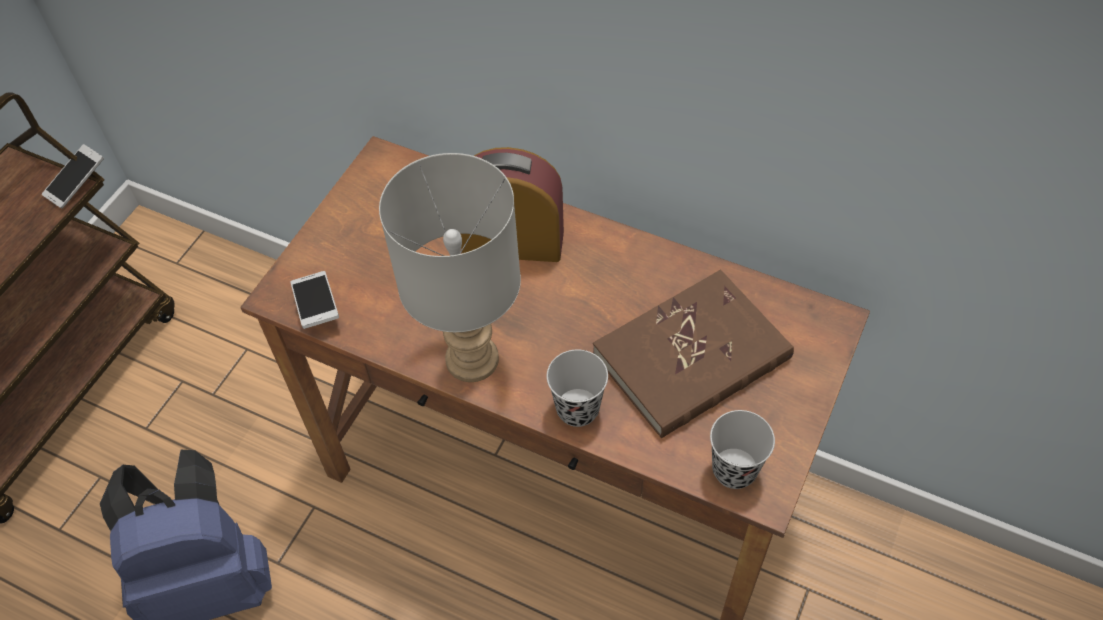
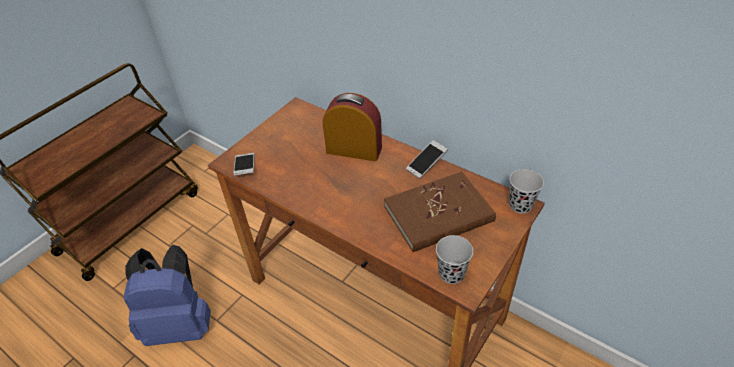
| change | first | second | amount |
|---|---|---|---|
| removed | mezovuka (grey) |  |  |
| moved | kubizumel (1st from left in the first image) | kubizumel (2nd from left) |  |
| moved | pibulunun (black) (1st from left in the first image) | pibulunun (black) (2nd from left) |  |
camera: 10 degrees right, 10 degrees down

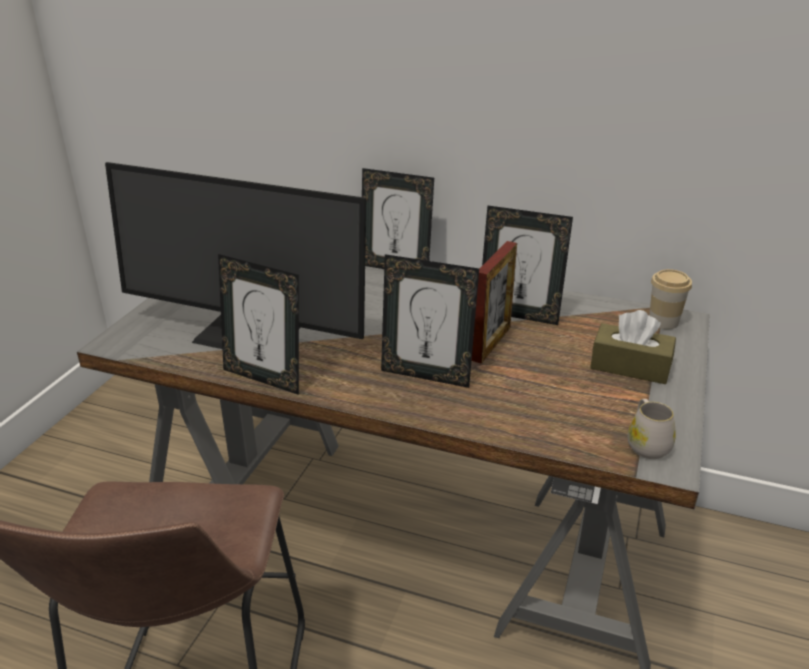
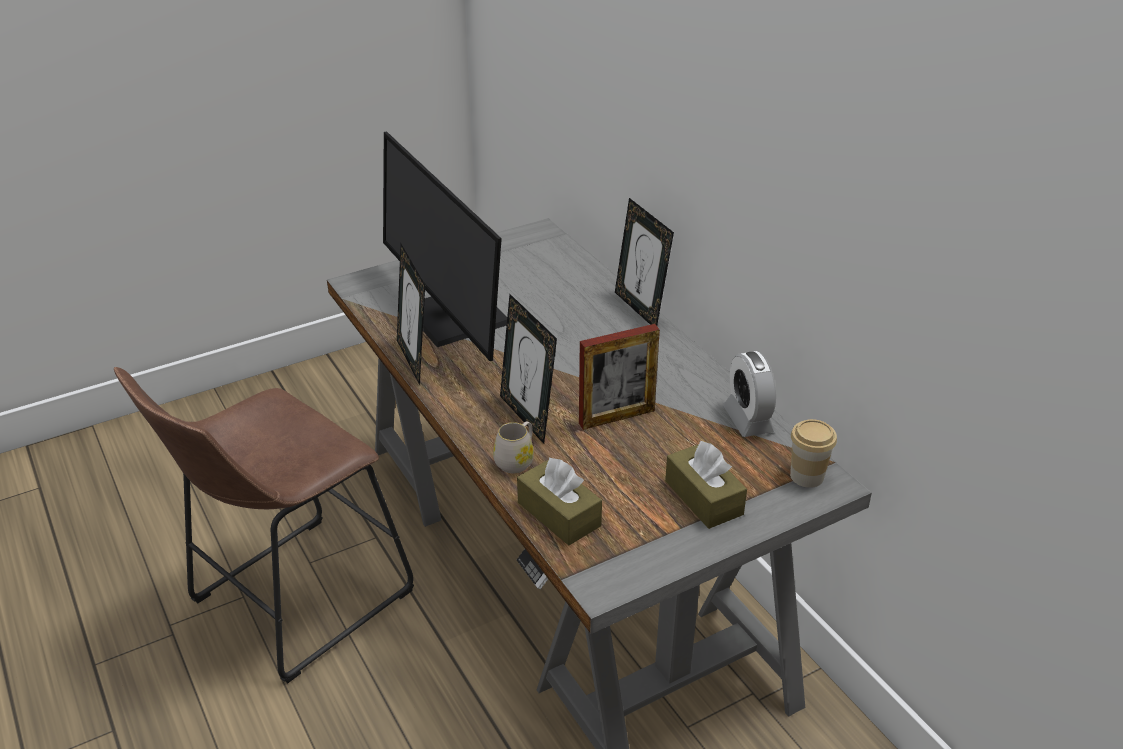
| change | first | second | amount |
|---|---|---|---|
| removed | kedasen (5th from left) |  |  |
| added |  | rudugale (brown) (1st from left) |  |
| added |  | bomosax |  |
| moved | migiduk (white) |  |  |
camera: 40 degrees right, 5 degrees up

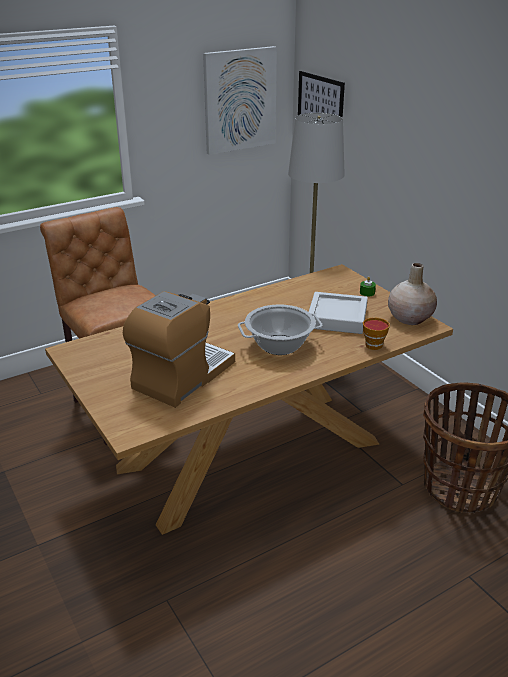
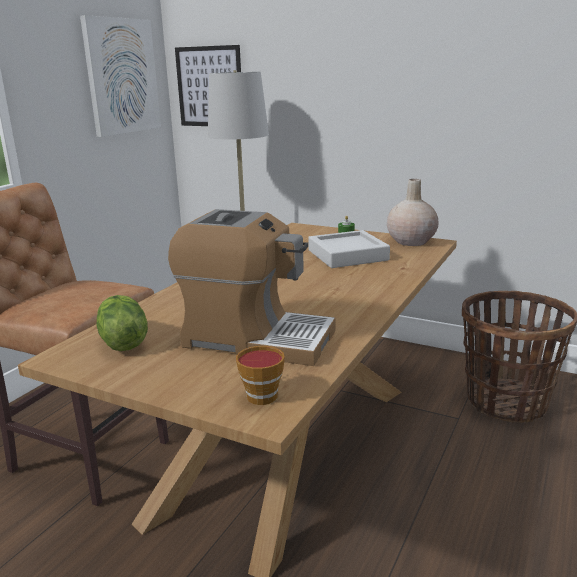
| change | first | second | amount |
|---|---|---|---|
| removed | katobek |  |  |
| added |  | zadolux |  |
| moved | pibulunun |  |  |
| turned | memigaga |  | 105 degrees clockwise |
camera: 30 degrees left, 10 degrees down

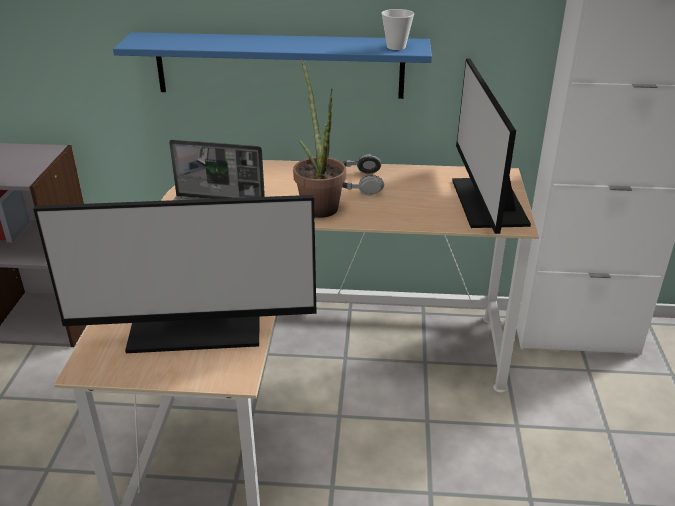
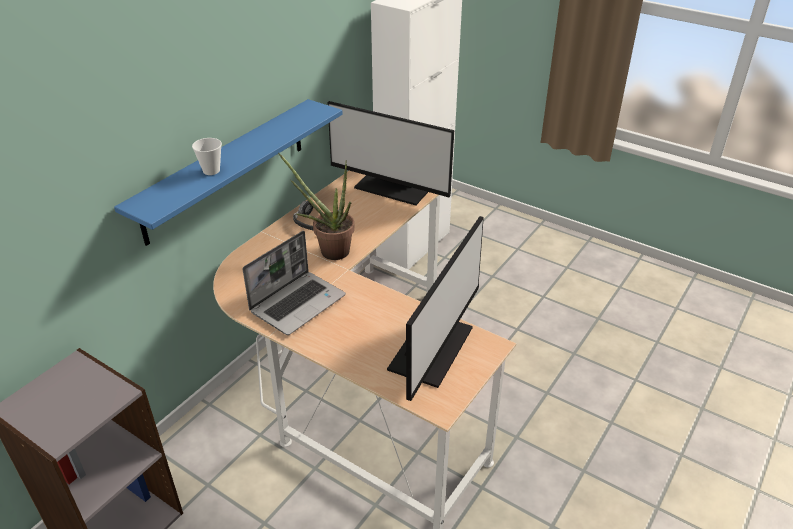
| change | first | second | amount |
|---|---|---|---|
| moved | pibulunun |  |  |
camera: 60 degrees left, 5 degrees up

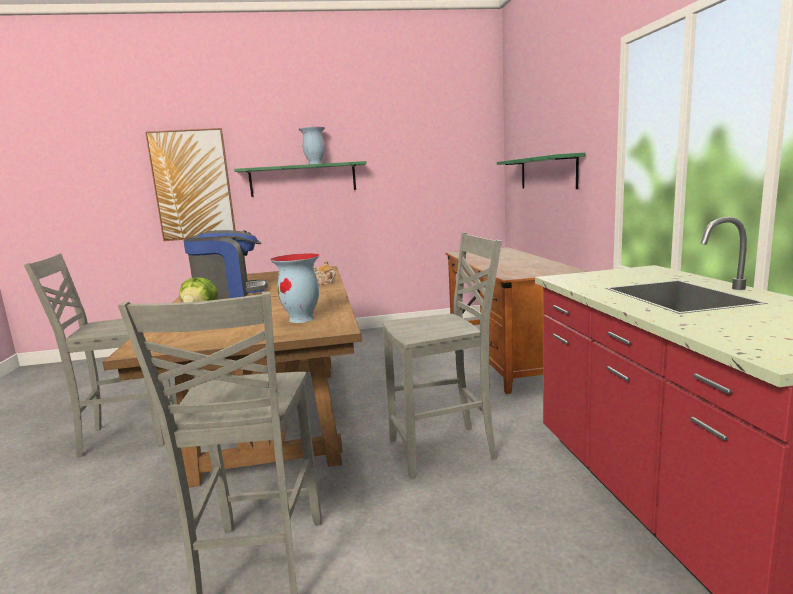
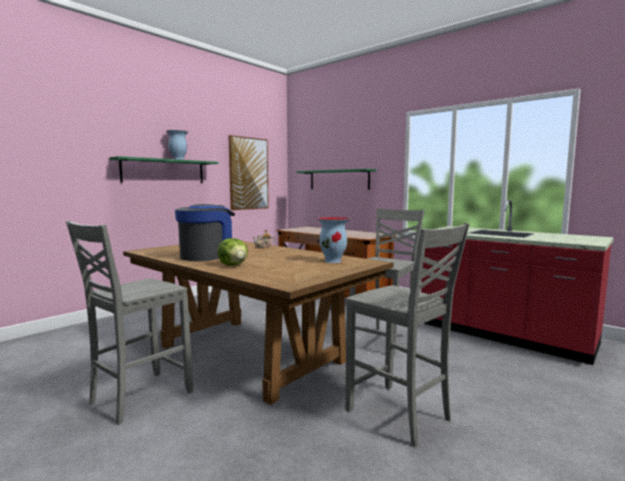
| change | first | second | amount |
|---|---|---|---|
| moved | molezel |  |  |
camera: 40 degrees left, 5 degrees down

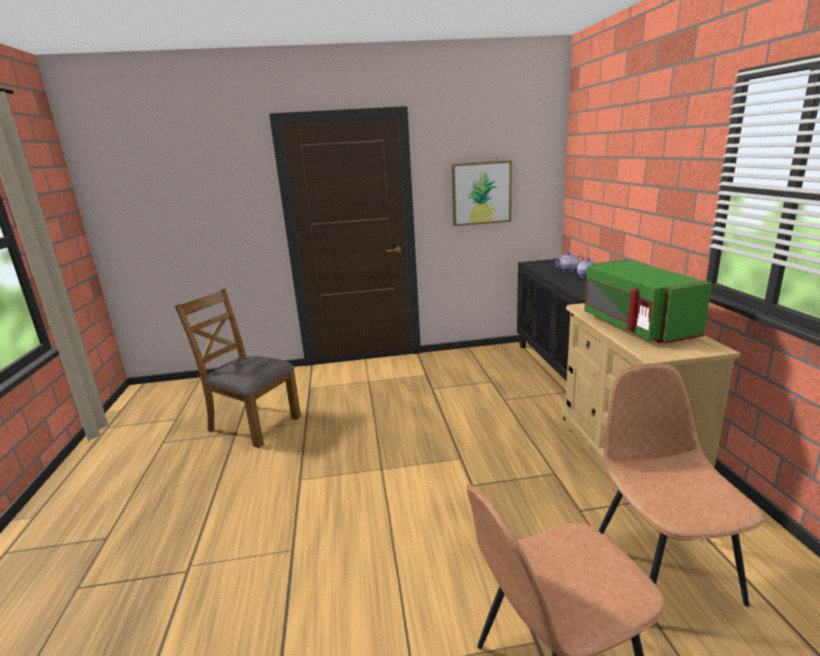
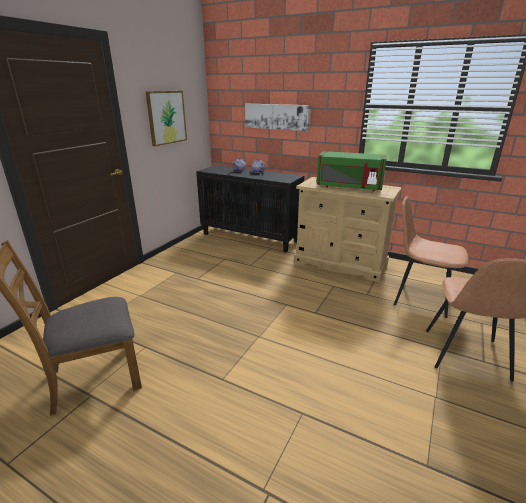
| change | first | second | amount |
|---|---|---|---|
| added |  | molezel (2nd from left) |  |
camera: 55 degrees left, 5 degrees up

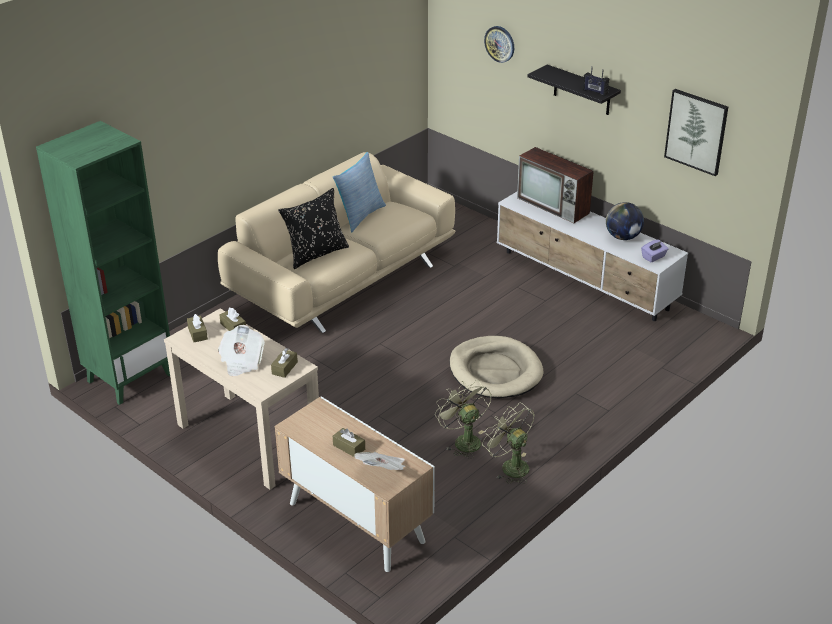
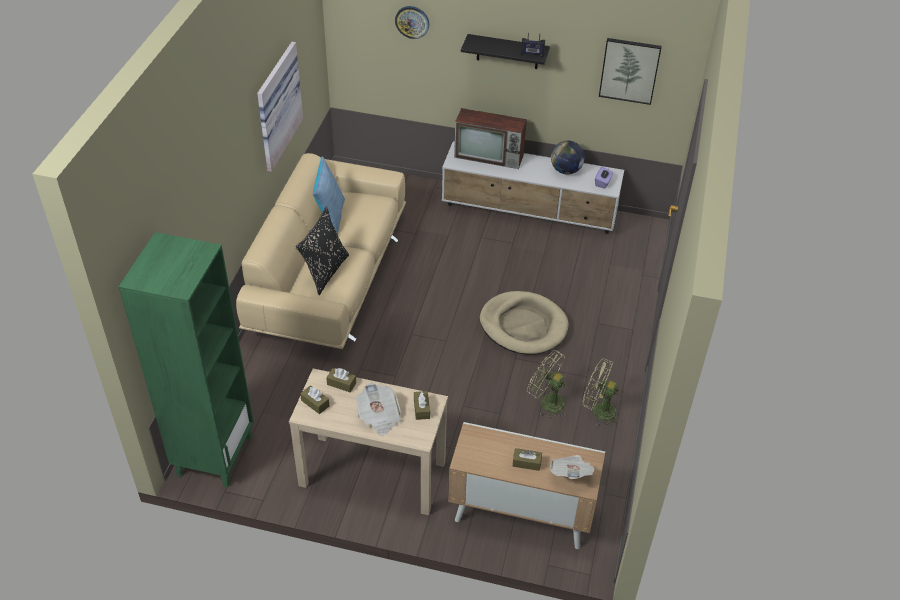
| change | first | second | amount |
|---|---|---|---|
| added |  | molezel (1st from left) |  |
camera: 30 degrees left, 10 degrees up

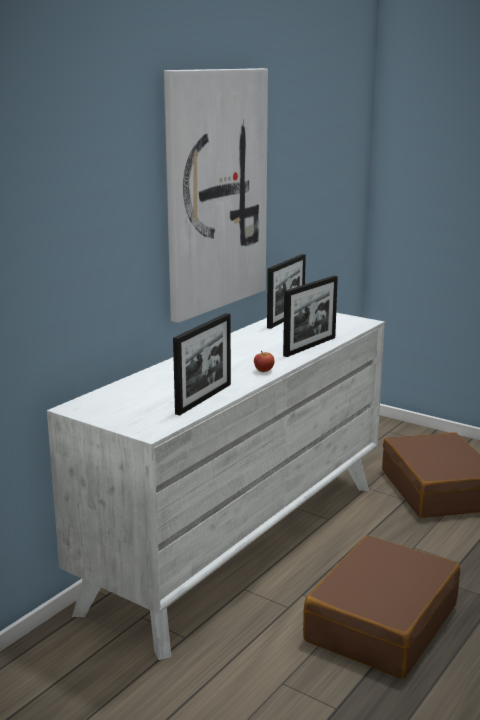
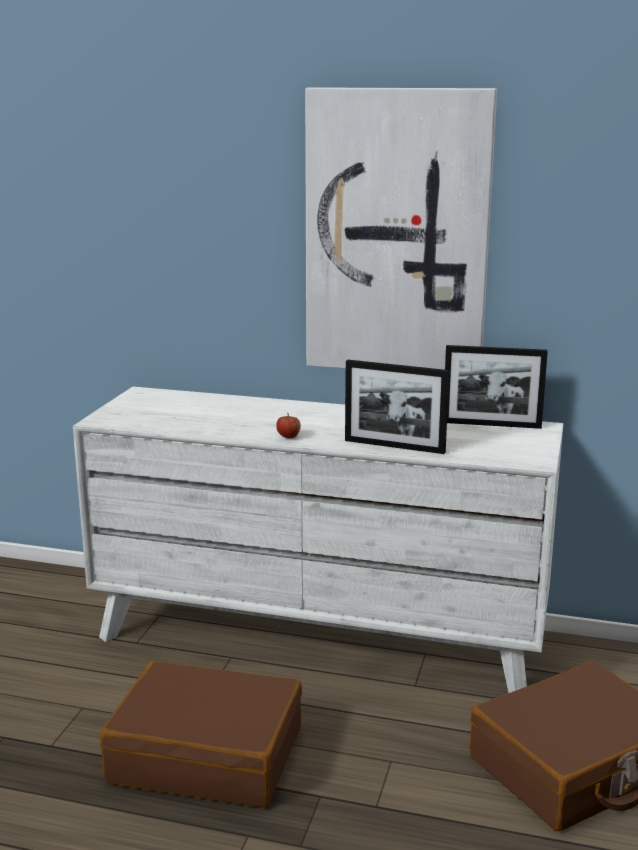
| change | first | second | amount |
|---|---|---|---|
| removed | kedasen (1st from left) |  |  |
camera: 70 degrees right, 0 degrees up

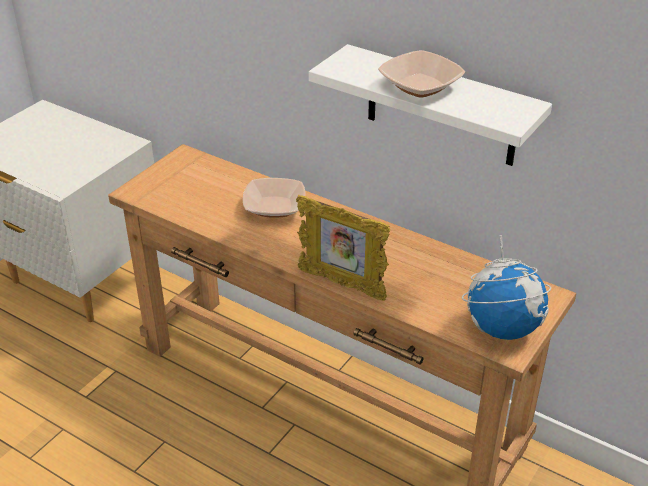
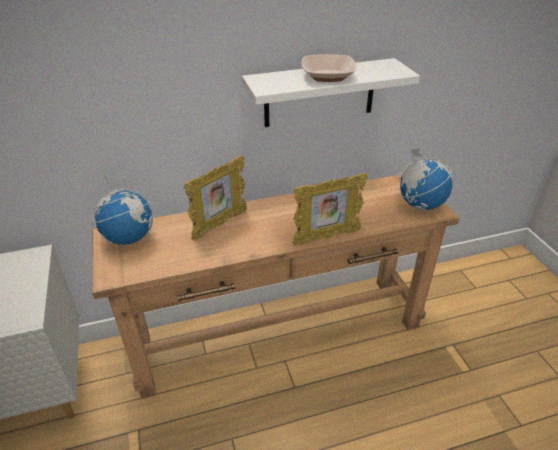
| change | first | second | amount |
|---|---|---|---|
| added |  | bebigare (1st from left) |  |
| replaced | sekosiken (1st from left) | kedasen (1st from left) |  |
camera: 50 degrees left, 0 degrees up

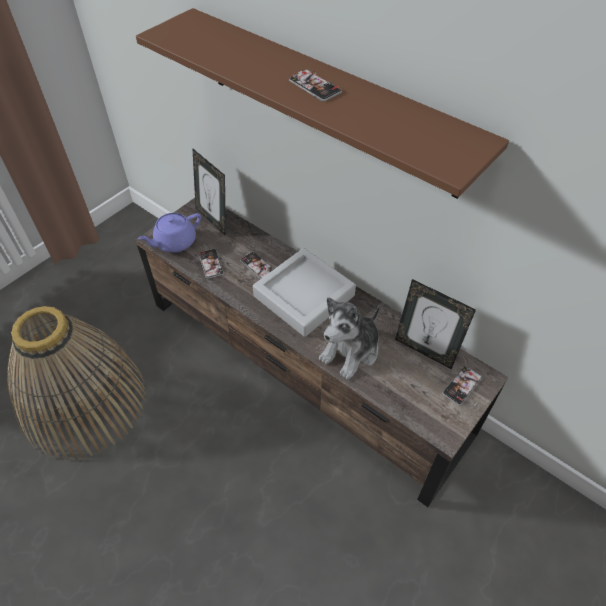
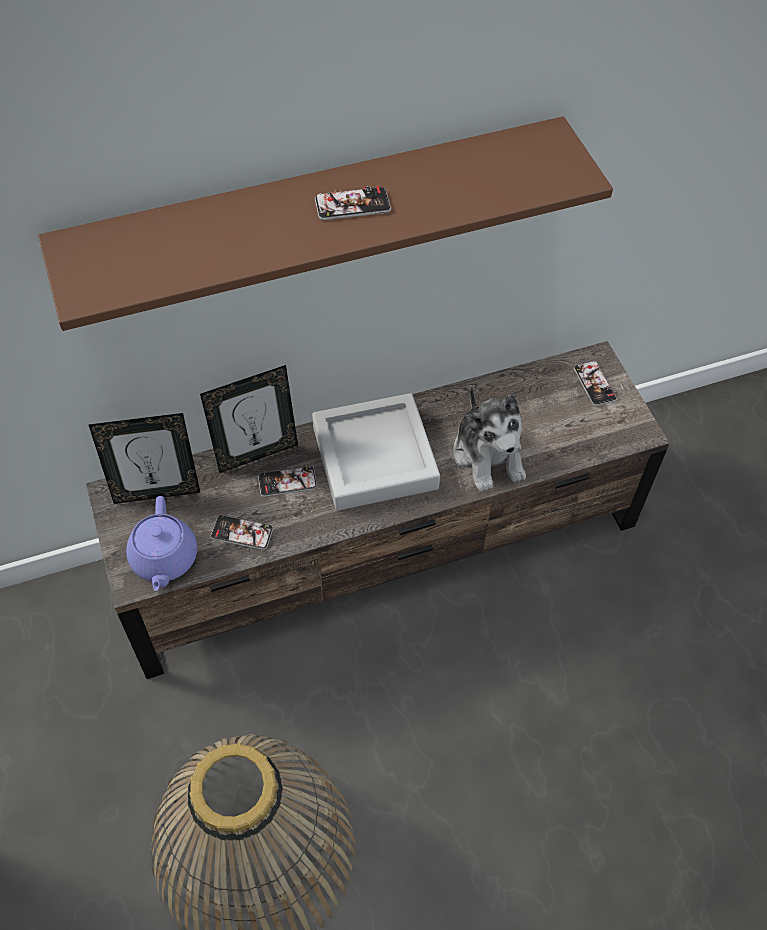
| change | first | second | amount |
|---|---|---|---|
| moved | kedasen (2nd from left) |  |  |
camera: 60 degrees left, 5 degrees up

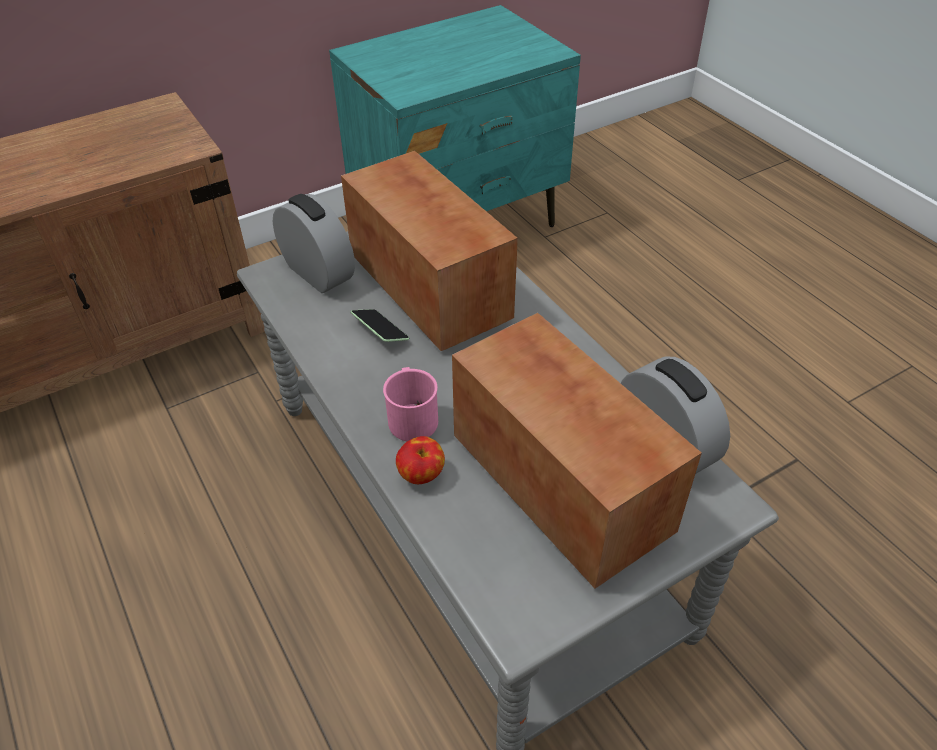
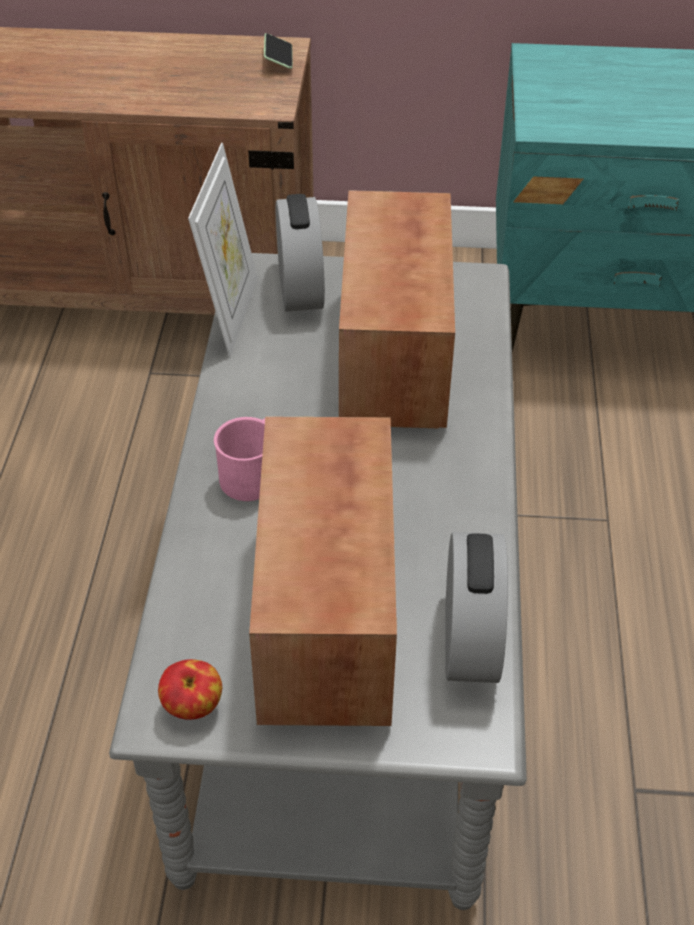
| change | first | second | amount |
|---|---|---|---|
| added |  | kedasen |  |
| moved | kubizumel |  |  |
| moved | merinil |  |  |
camera: 35 degrees right, 0 degrees up

